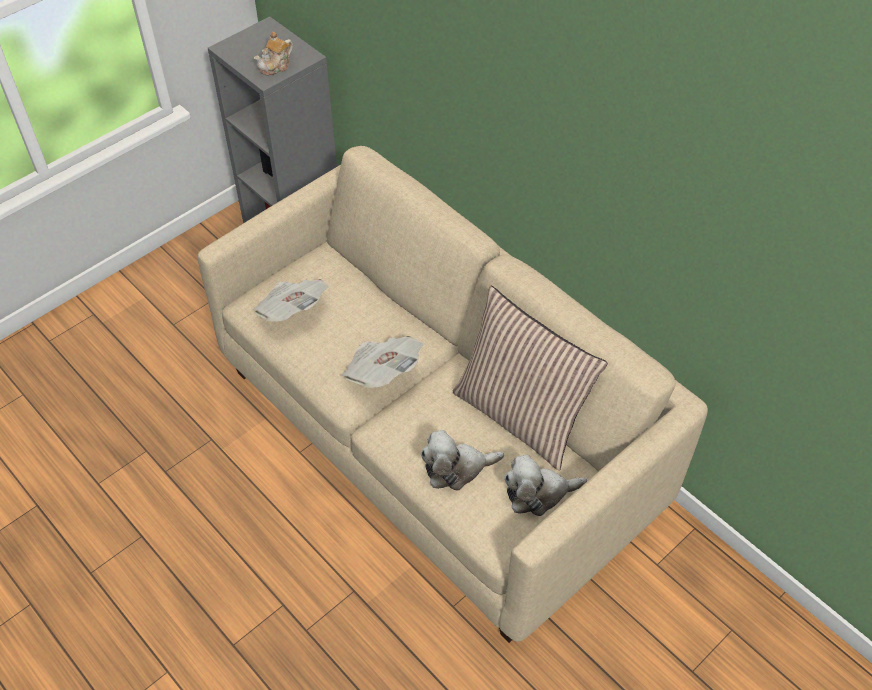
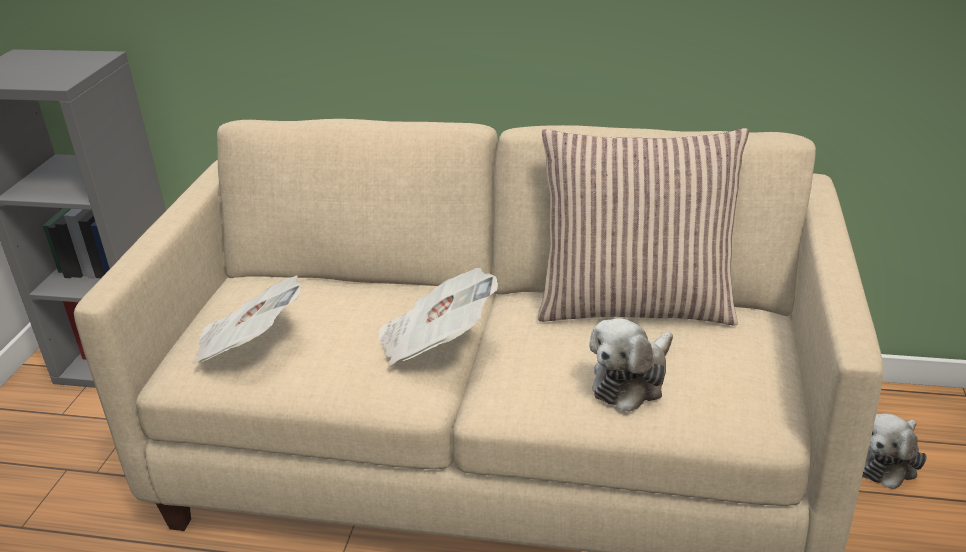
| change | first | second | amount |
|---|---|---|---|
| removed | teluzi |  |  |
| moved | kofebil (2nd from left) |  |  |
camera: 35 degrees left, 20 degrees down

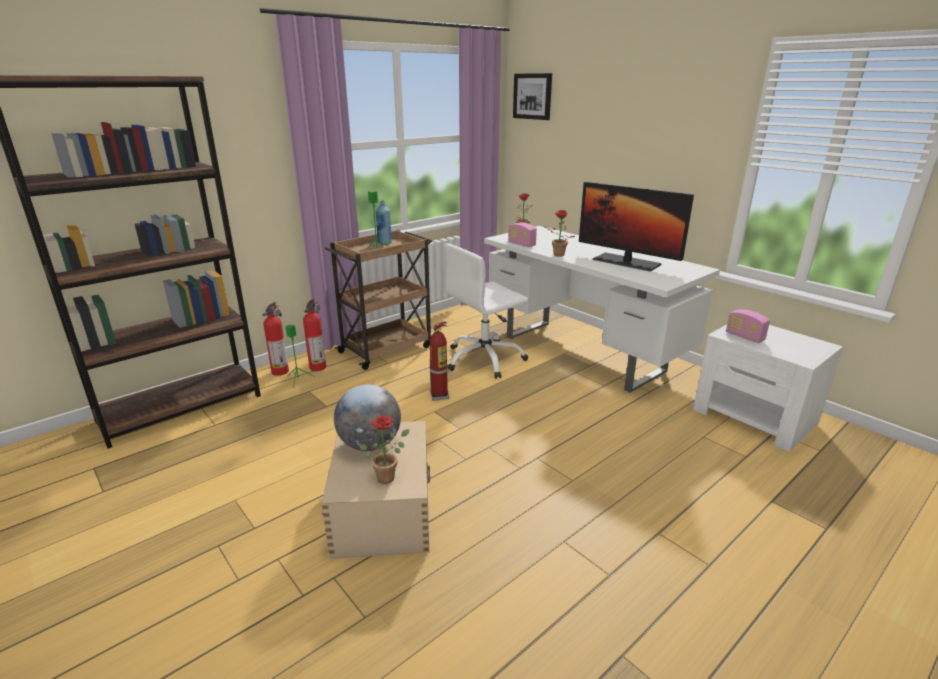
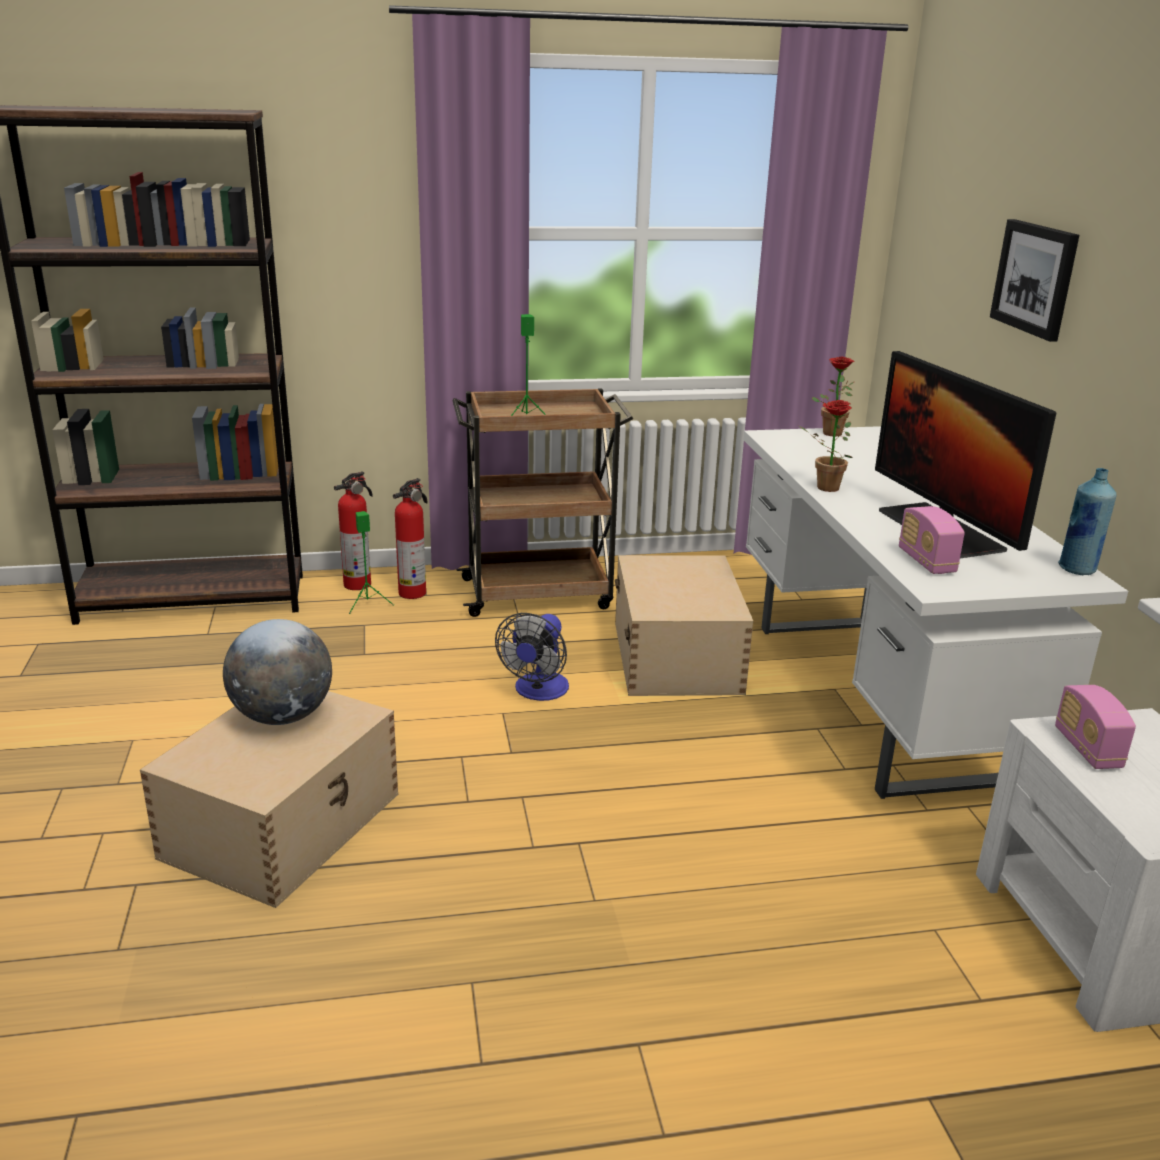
| change | first | second | amount |
|---|---|---|---|
| removed | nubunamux (1st from left) |  |  |
| moved | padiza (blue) |  |  |
| moved | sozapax (1st from left) |  |  |
| moved | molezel |  |  |
| replaced | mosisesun (3rd from left) | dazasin |  |
| replaced | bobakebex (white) | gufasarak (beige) (2nd from left) |  |
camera: 30 degrees right, 0 degrees up

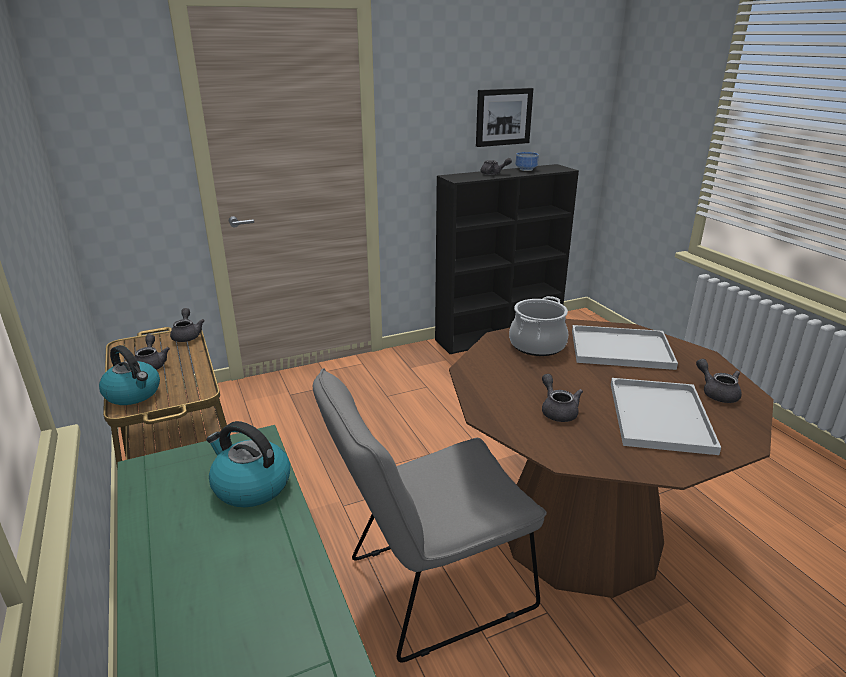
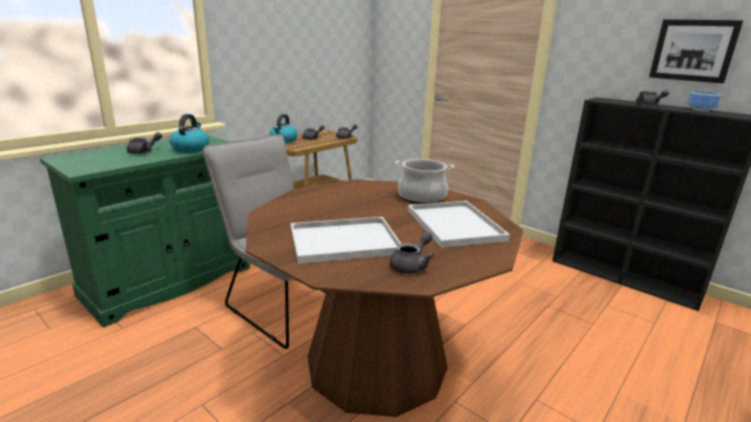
| change | first | second | amount |
|---|---|---|---|
| moved | teluzi (grey) (4th from left in the first image) | teluzi (grey) (1st from left) |  |
camera: 65 degrees right, 5 degrees down

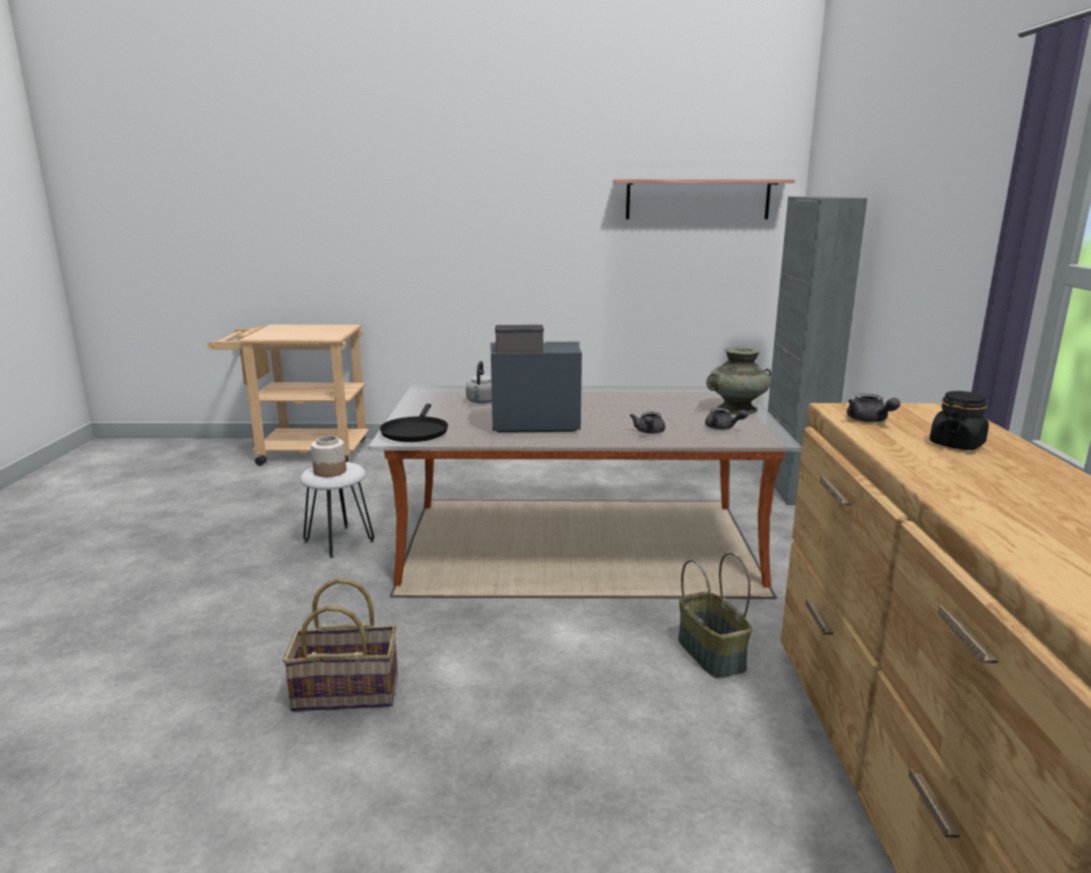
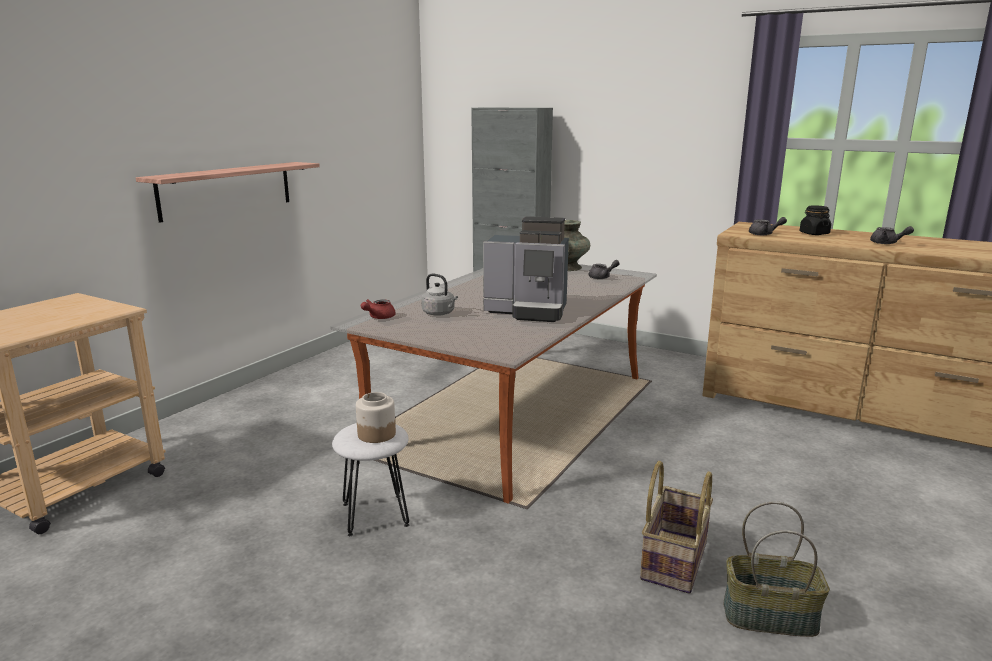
| change | first | second | amount |
|---|---|---|---|
| removed | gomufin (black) |  |  |
| added |  | teluzi (red) |  |
| moved | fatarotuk |  |  |
| moved | teluzi (grey) (1st from left in the first image) | teluzi (grey) (3rd from left) |  |
| moved | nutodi (2nd from left) |  |  |
| turned | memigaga |  | 105 degrees counterclockwise |
camera: 60 degrees left, 0 degrees up

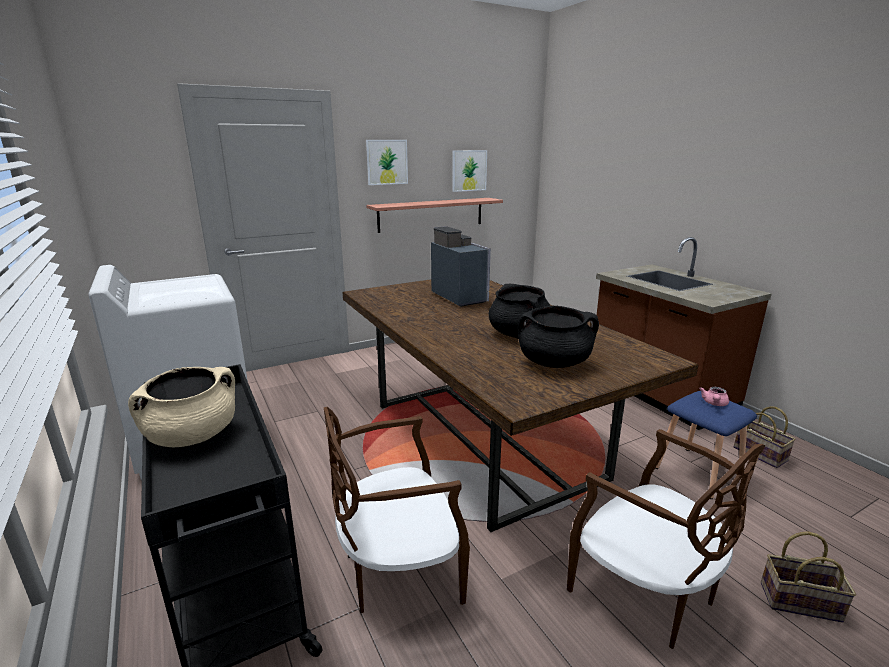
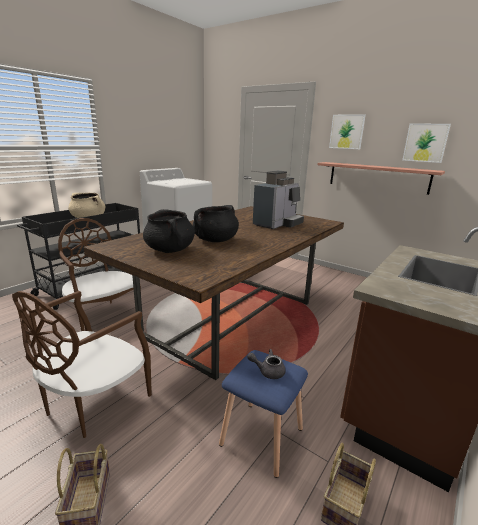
| change | first | second | amount |
|---|---|---|---|
| recoloured | teluzi (pink) | teluzi (grey) |  |
camera: 65 degrees right, 0 degrees up

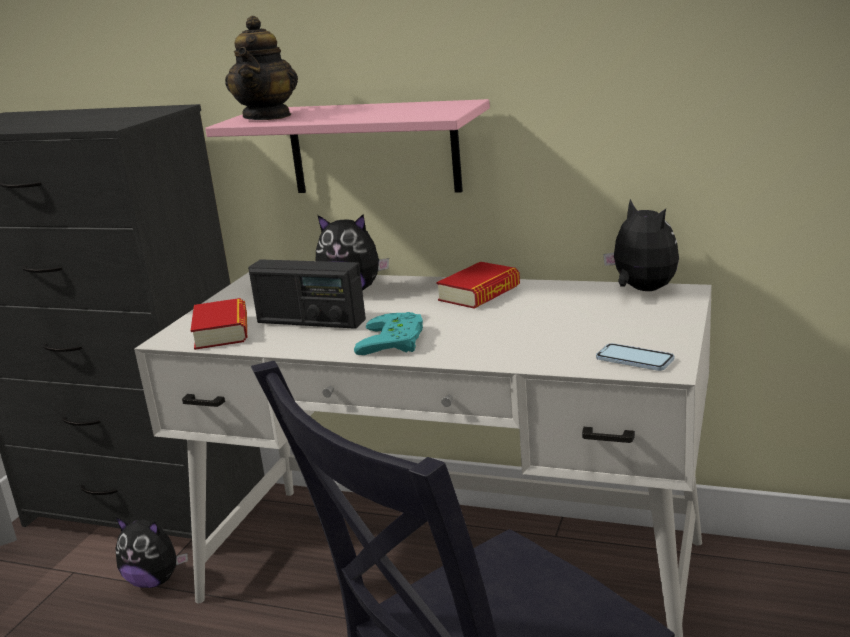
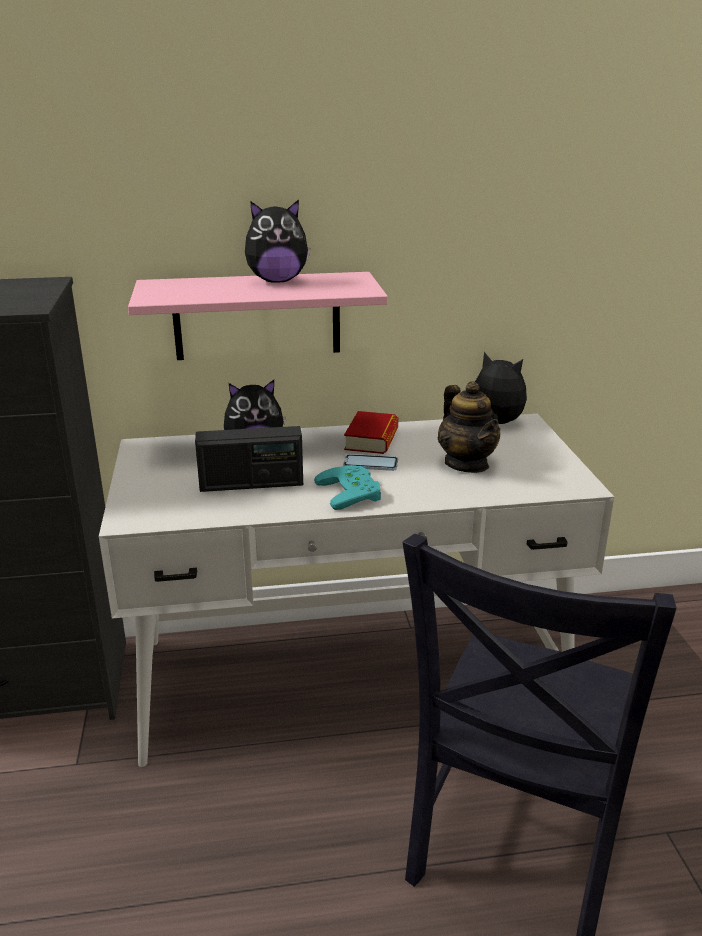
| change | first | second | amount |
|---|---|---|---|
| removed | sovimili (1st from left) |  |  |
| moved | kofebil (1st from left in the first image) | kofebil (2nd from left) |  |
| moved | teluzi |  |  |
| moved | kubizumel |  |  |
camera: 30 degrees left, 5 degrees up

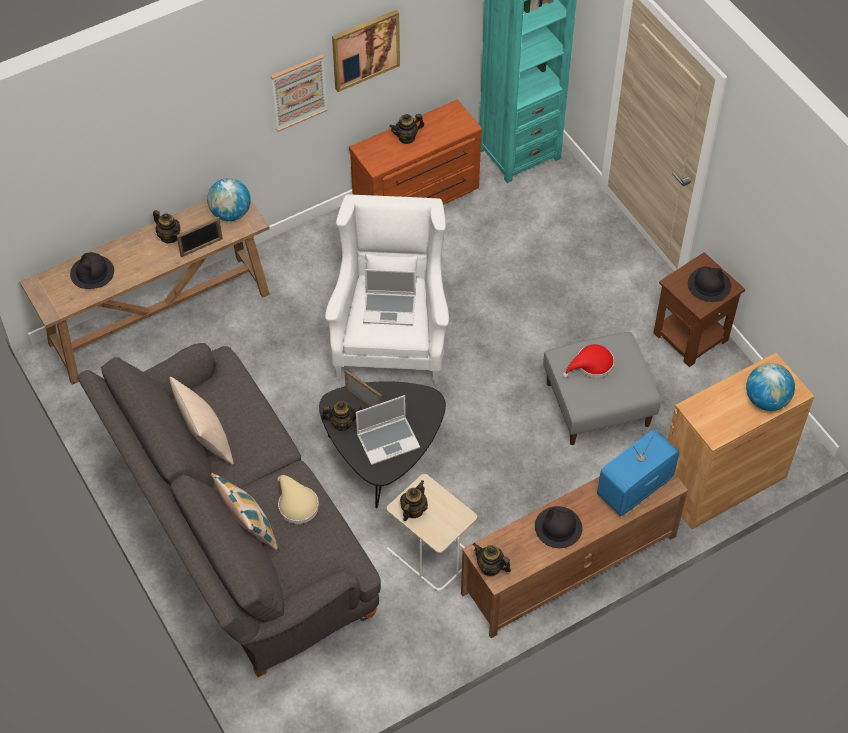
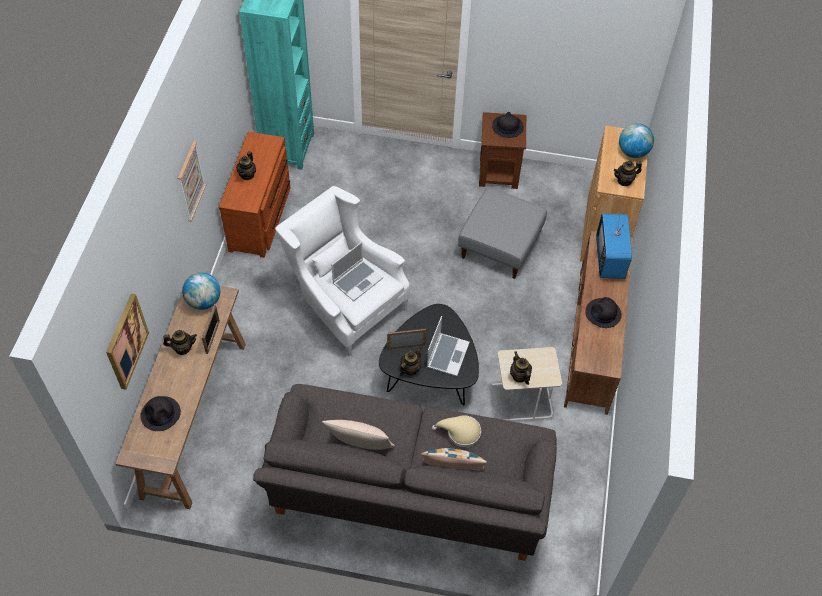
| change | first | second | amount |
|---|---|---|---|
| removed | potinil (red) |  |  |
| moved | molezel (2nd from left in the first image) | molezel (1st from left) |  |
| moved | teluzi (5th from left) |  |  |
camera: 50 degrees left, 0 degrees up

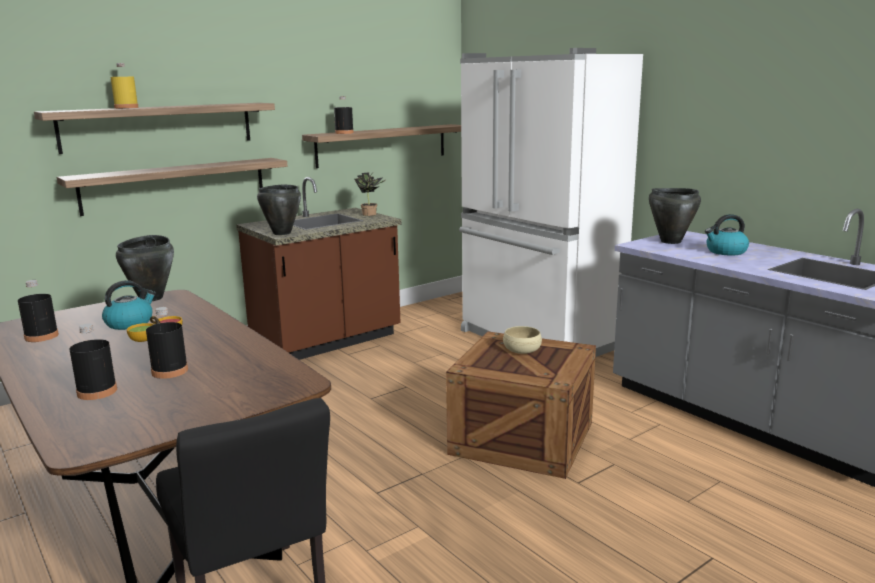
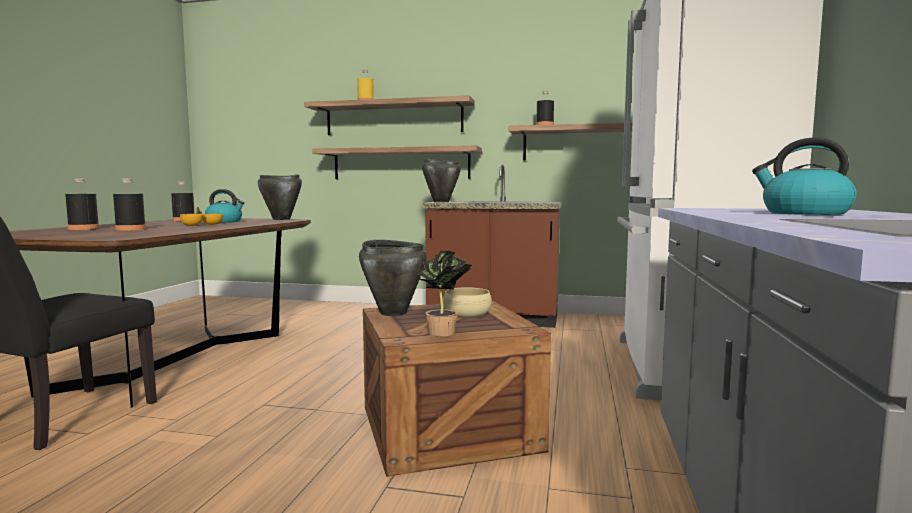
| change | first | second | amount |
|---|---|---|---|
| moved | nubunamux |  |  |
| moved | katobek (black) (3rd from left in the first image) | katobek (black) (2nd from left) |  |
camera: 50 degrees right, 10 degrees down

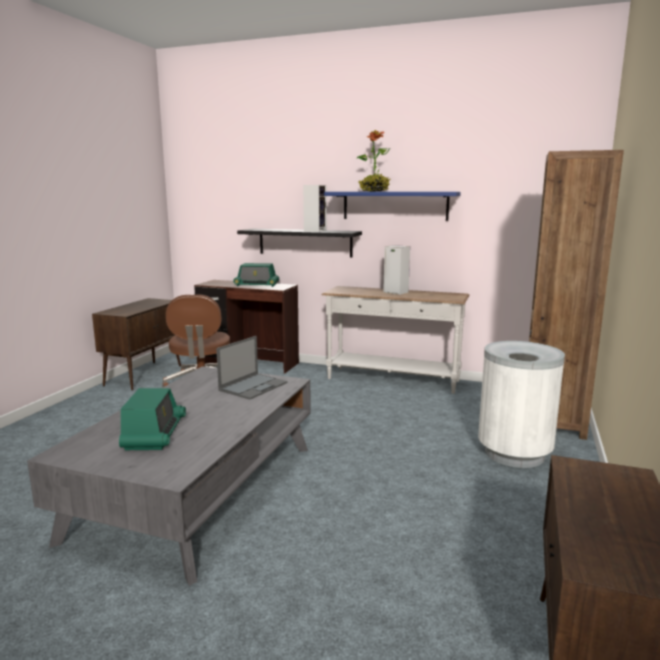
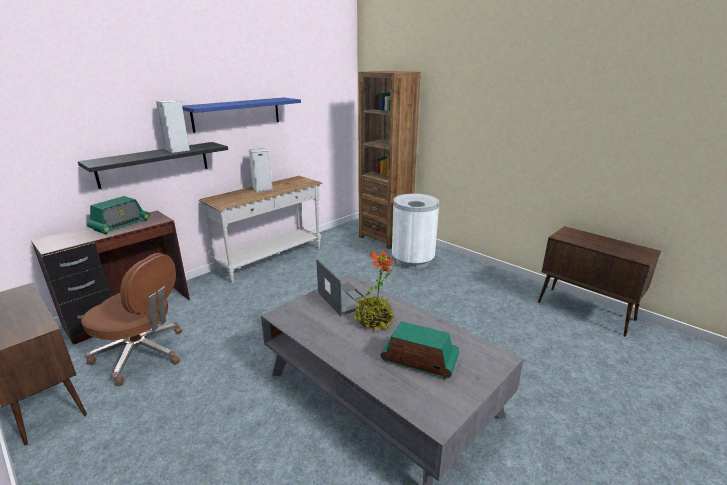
| change | first | second | amount |
|---|---|---|---|
| moved | nubunamux |  |  |
camera: 65 degrees left, 10 degrees up

